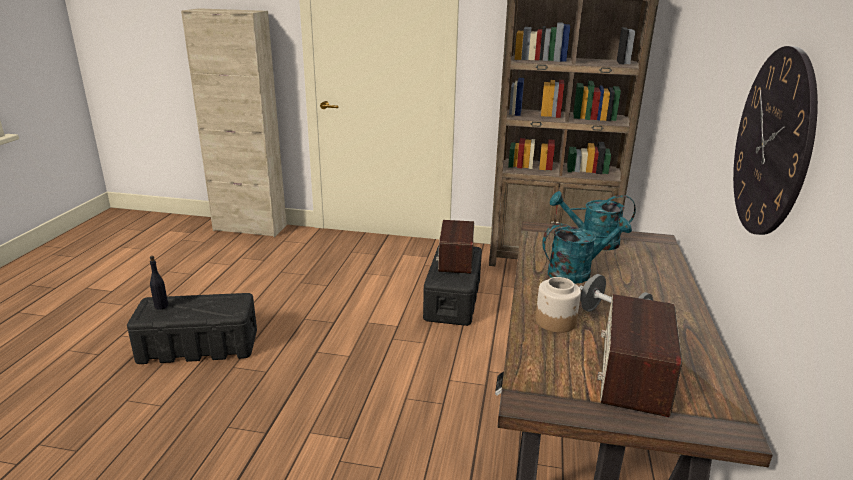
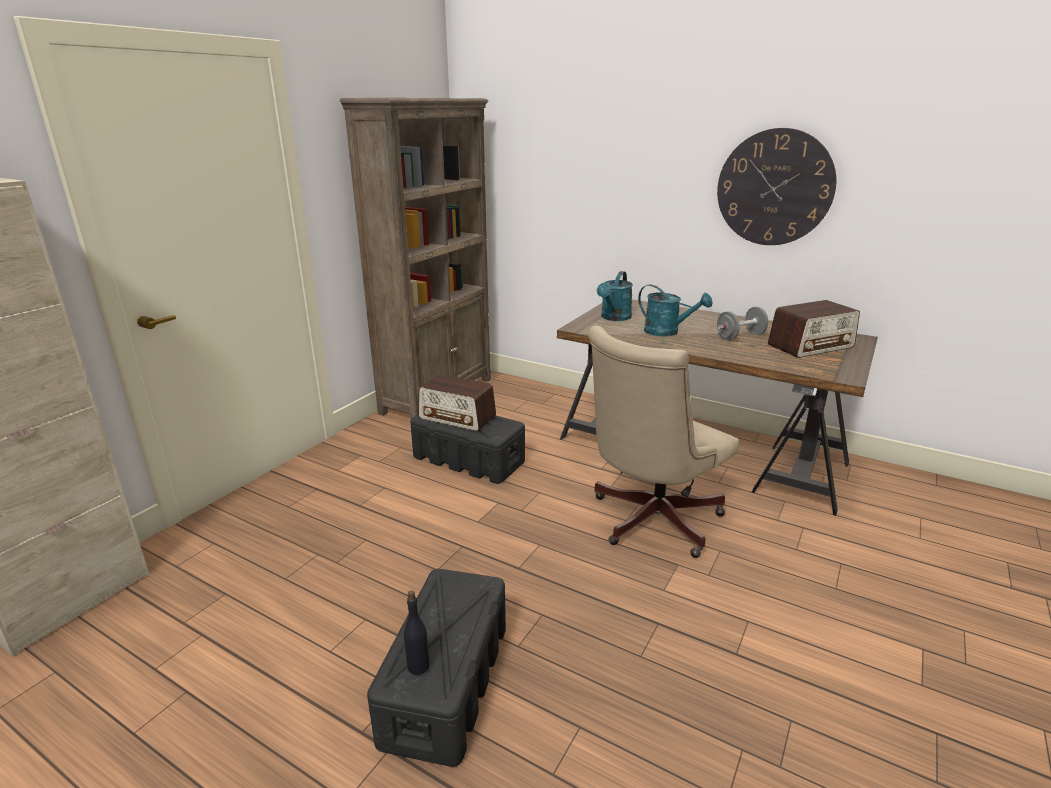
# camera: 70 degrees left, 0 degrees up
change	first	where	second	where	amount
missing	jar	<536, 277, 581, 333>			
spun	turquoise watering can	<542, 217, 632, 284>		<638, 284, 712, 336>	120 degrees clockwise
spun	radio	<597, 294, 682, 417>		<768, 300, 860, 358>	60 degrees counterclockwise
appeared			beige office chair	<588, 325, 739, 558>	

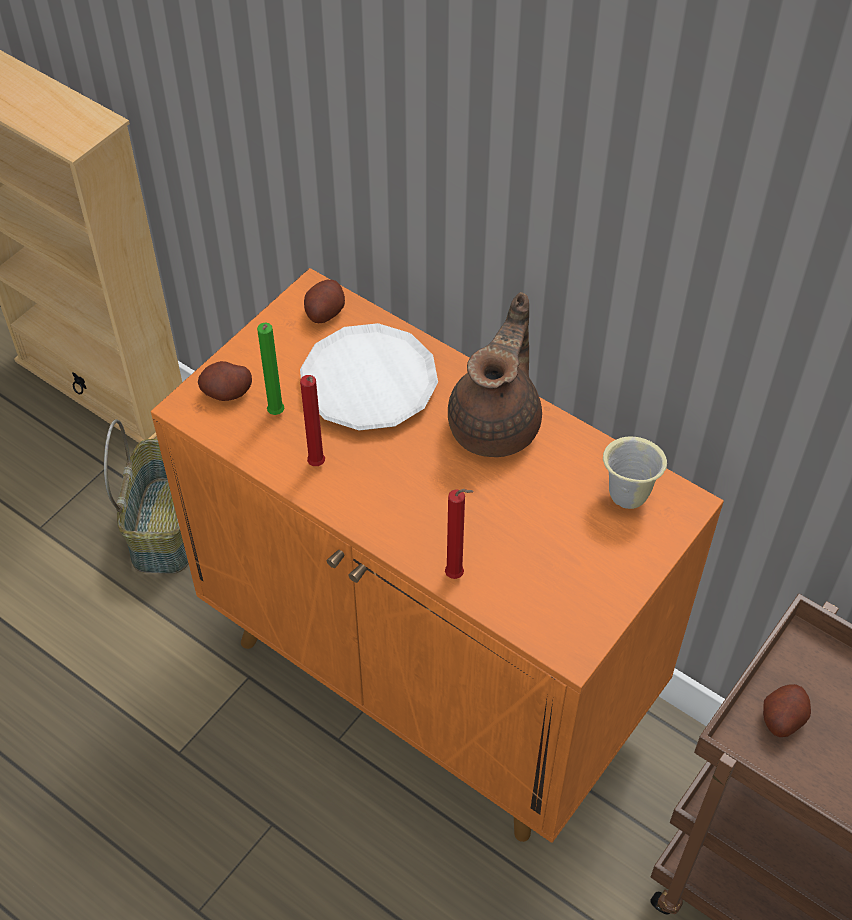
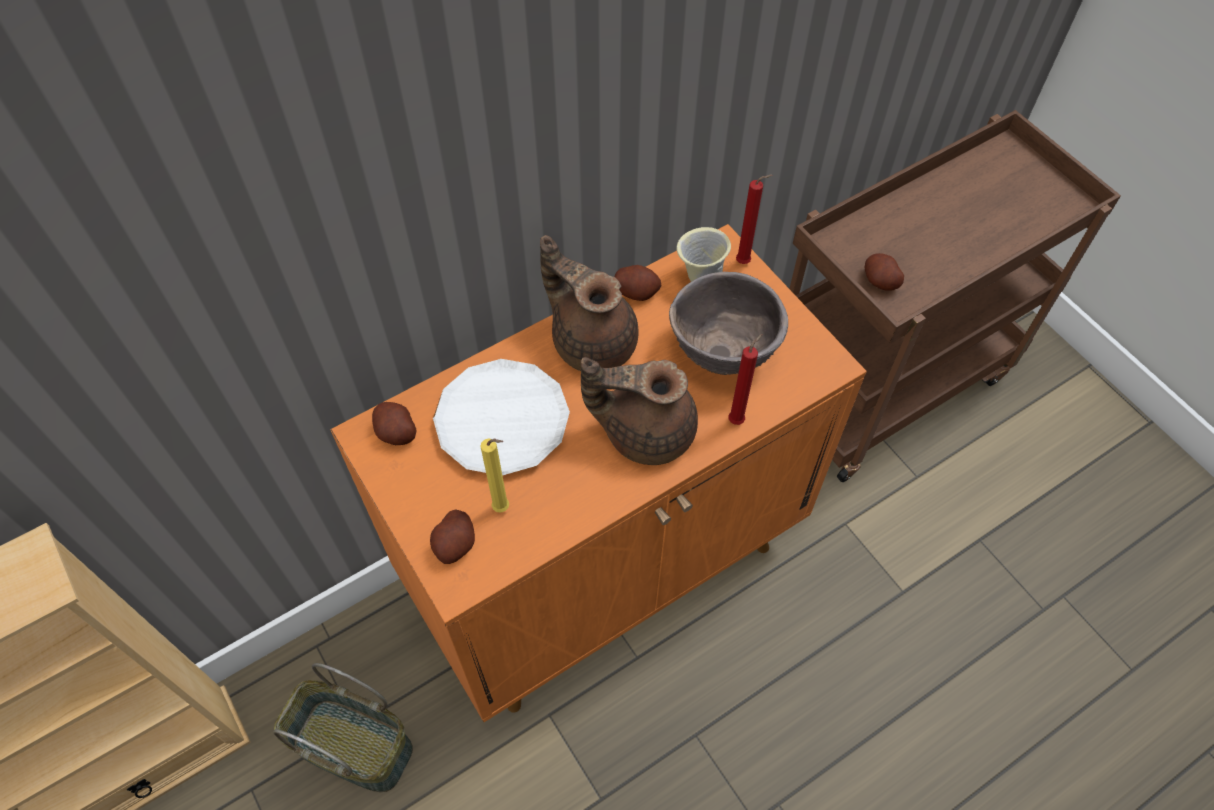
# camera: 70 degrees left, 5 degrees up
change	first	where	second	where	amount
colour	green candle	<257, 322, 284, 415>	yellow candle	<480, 439, 509, 513>	
relocated	red candle	<300, 375, 325, 466>		<736, 175, 772, 264>	
appeared			brown teapot	<581, 357, 698, 465>	
appeared			potato	<614, 265, 662, 301>	
appeared			brown bowl	<669, 272, 788, 375>	

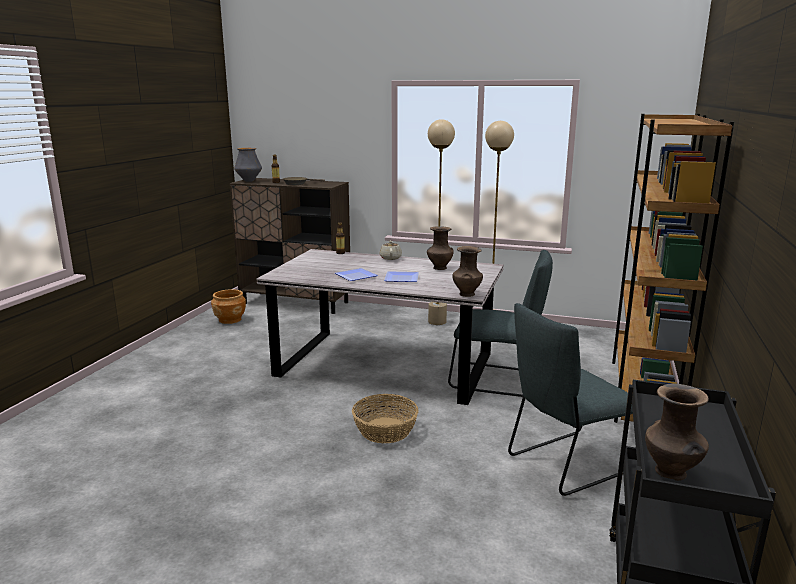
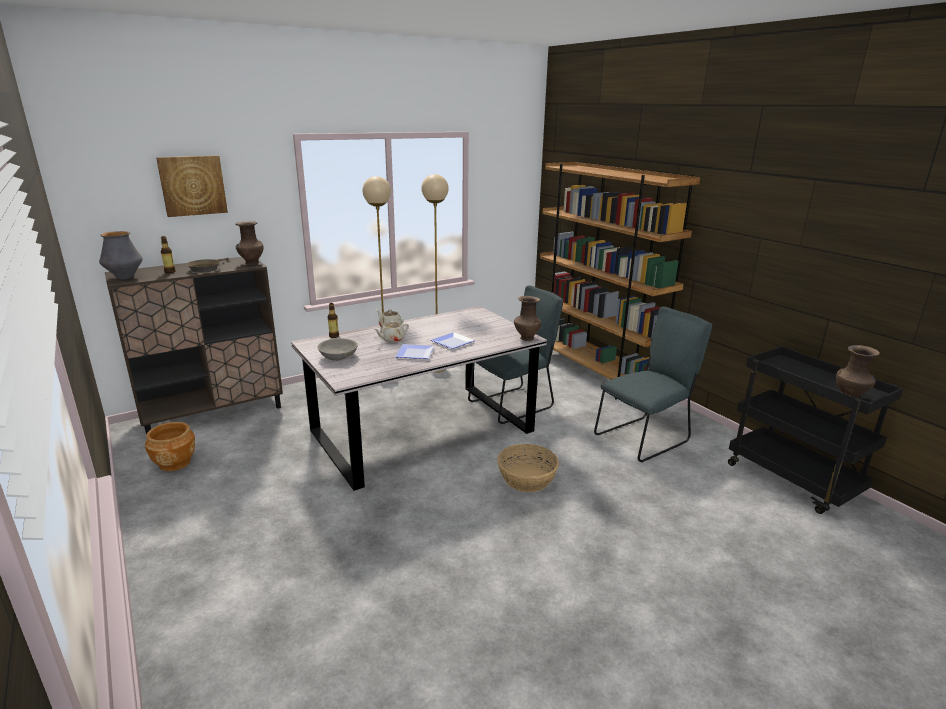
# camera: 50 degrees left, 5 degrees up
change	first	where	second	where	amount
relocated	brown vase	<427, 226, 454, 270>		<235, 221, 264, 265>	
spun	grey chair	<508, 303, 633, 496>		<594, 307, 712, 462>	135 degrees counterclockwise
appeared			picture	<156, 156, 228, 217>	
appeared			grey bowl	<317, 338, 358, 361>	
appeared			beige teapot	<374, 321, 409, 342>	

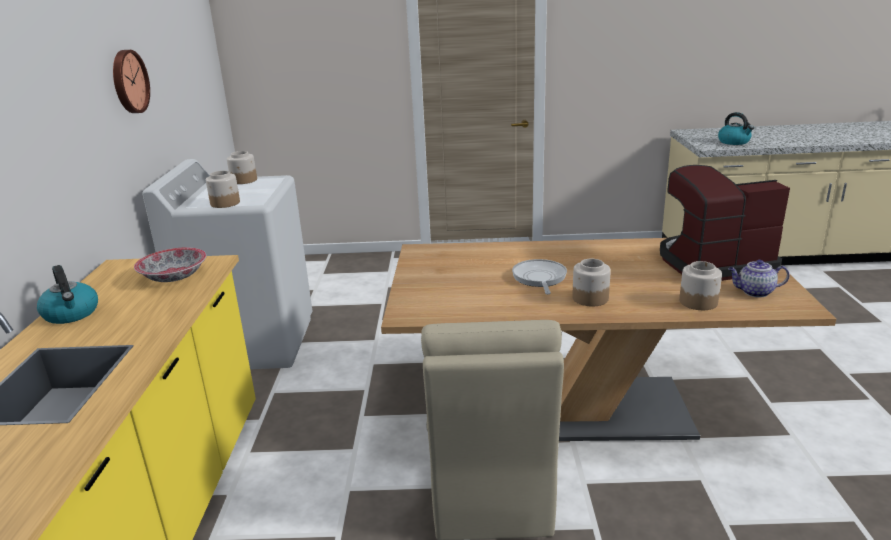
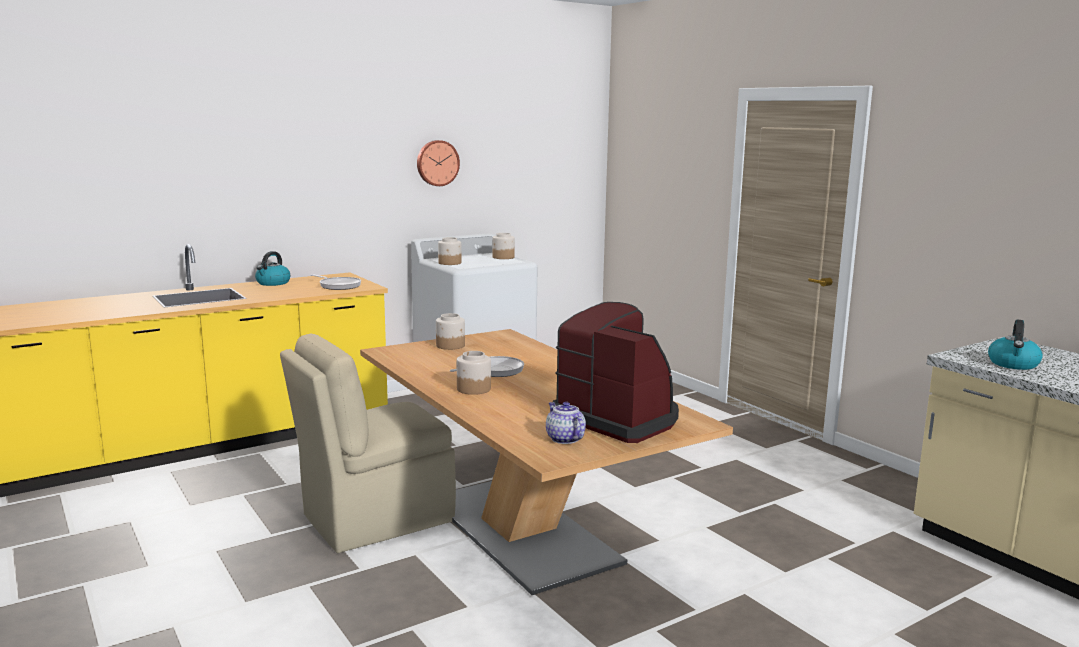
# camera: 55 degrees right, 10 degrees down
change	first	where	second	where	amount
exchanged	bowl	<134, 247, 206, 282>	frying pan	<311, 274, 361, 290>	
relocated	jar	<679, 261, 722, 310>		<436, 313, 465, 350>	

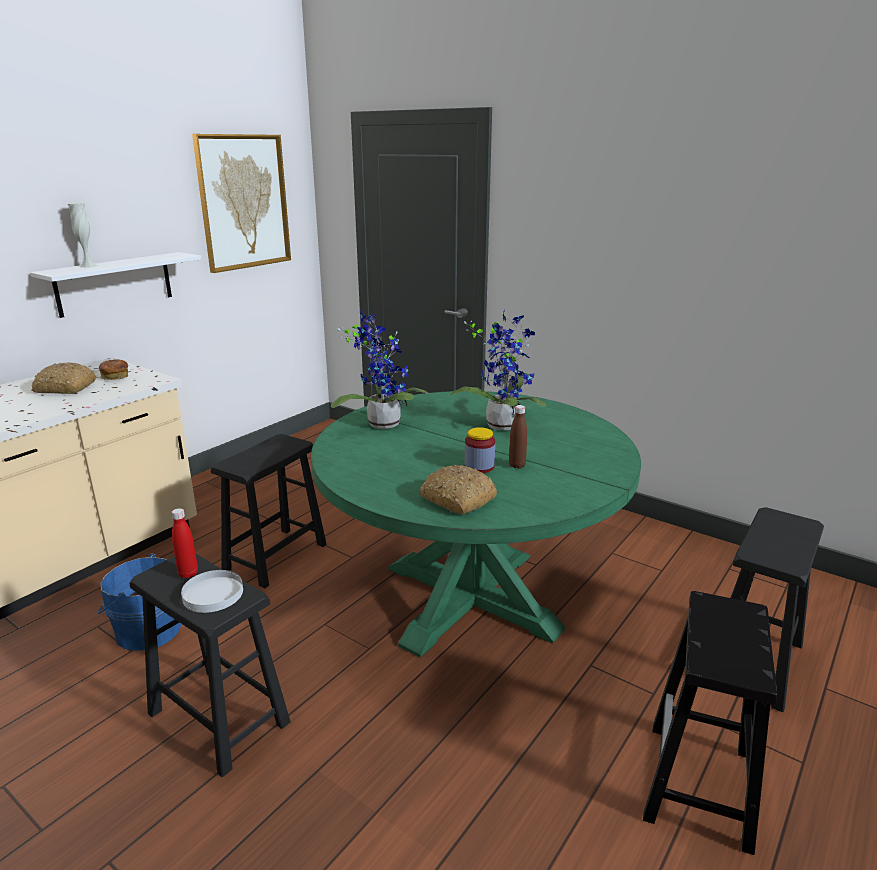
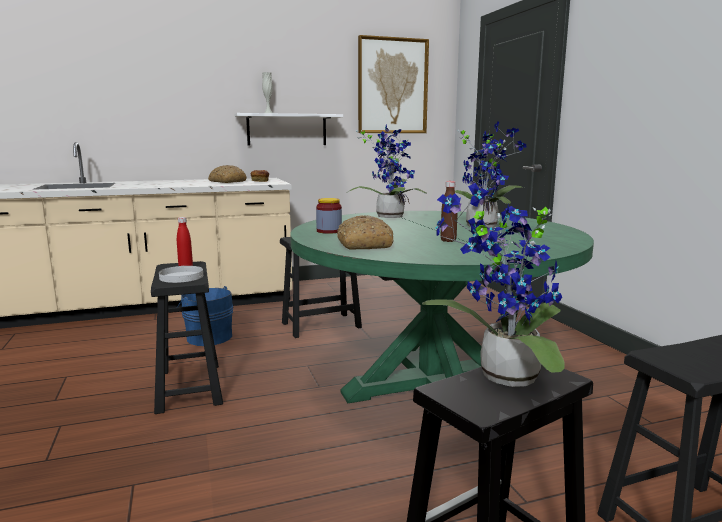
# camera: 35 degrees right, 10 degrees down
change	first	where	second	where	amount
relocated	jar	<465, 427, 495, 473>		<316, 198, 342, 234>	
appeared			potted plant	<422, 183, 565, 387>	

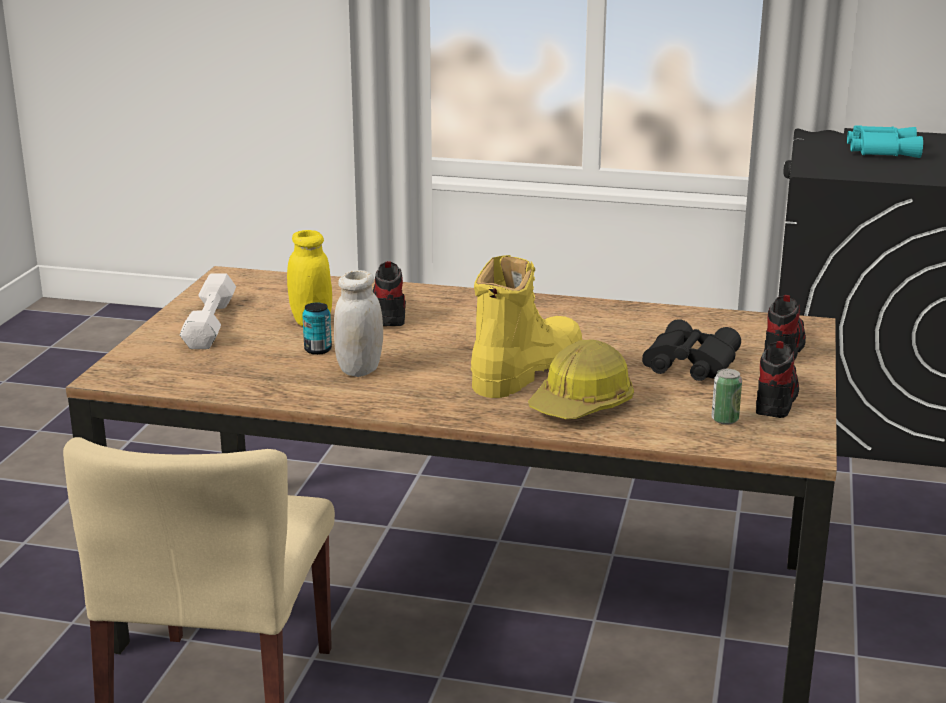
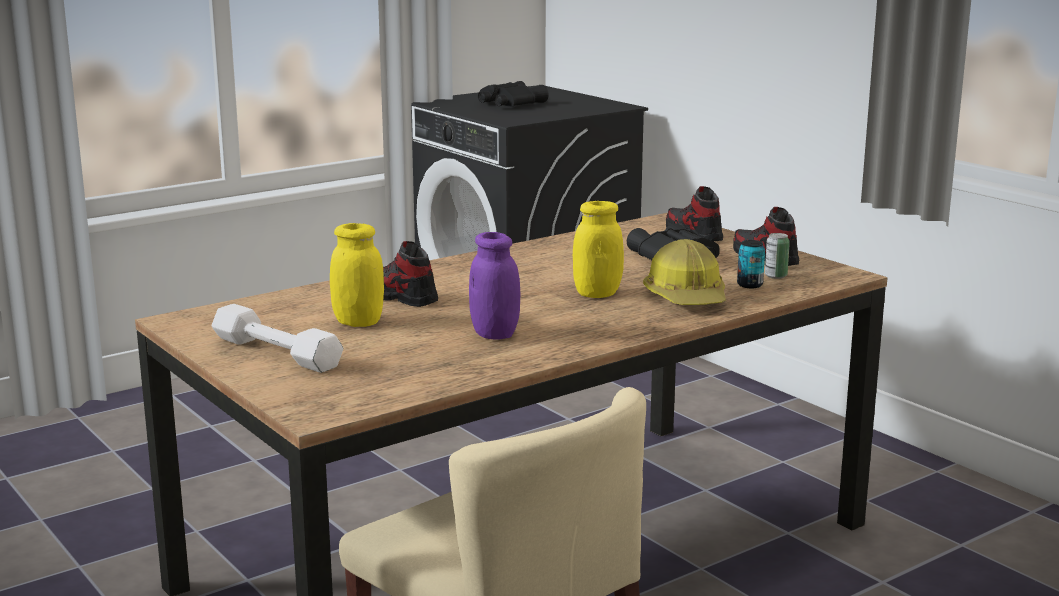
# camera: 50 degrees left, 5 degrees down
change	first	where	second	where	amount
relocated	can	<302, 303, 332, 355>		<737, 240, 765, 288>	
colour	white jar	<334, 270, 383, 377>	purple jar	<469, 232, 520, 340>	
exchanged	yellow boot	<471, 255, 582, 398>	yellow jar	<573, 201, 624, 298>	
colour	turquoise binoculars	<847, 125, 923, 158>	black binoculars	<478, 81, 549, 107>	

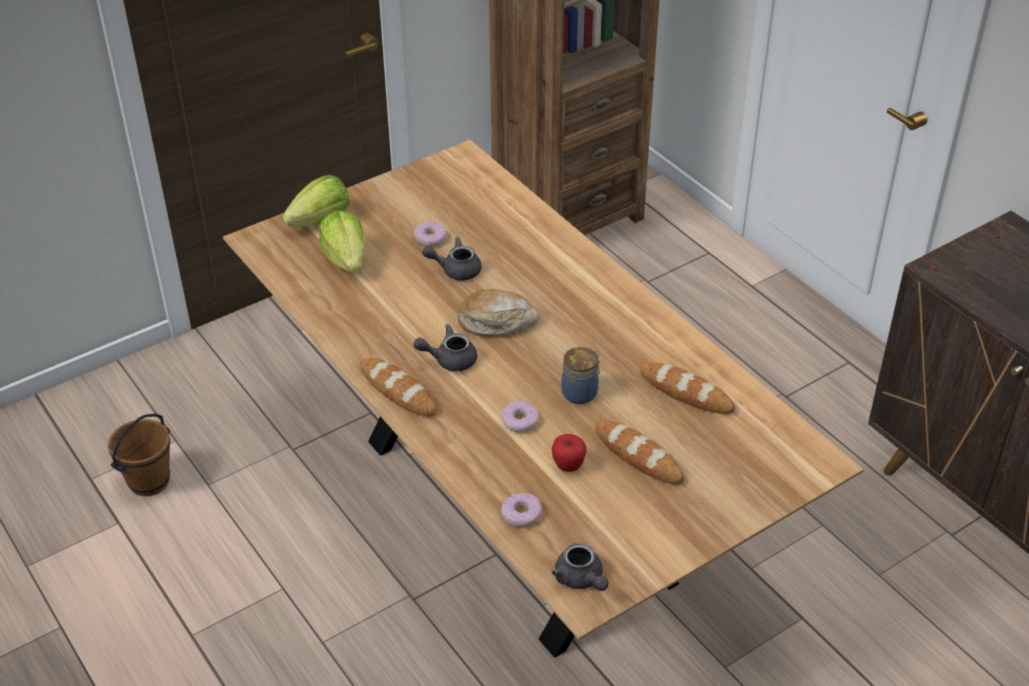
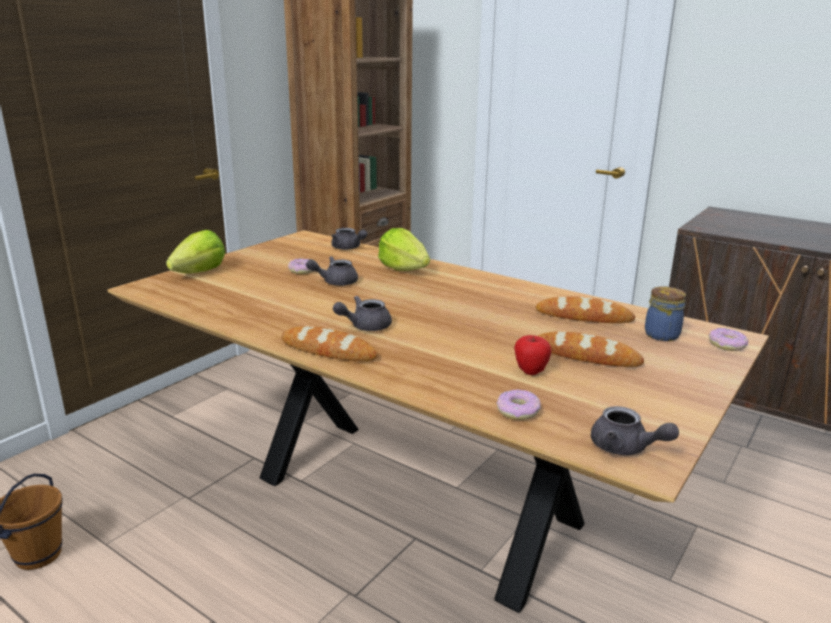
# camera: 20 degrees left, 20 degrees down
change	first	where	second	where	amount
relocated	lettuce	<319, 211, 365, 273>		<378, 228, 430, 271>	
missing	bread	<458, 289, 540, 335>			
relocated	donut	<502, 401, 539, 432>		<709, 328, 748, 351>	
relocated	jar	<561, 347, 600, 404>		<645, 286, 686, 341>	
appeared			grey teapot	<331, 228, 367, 250>	

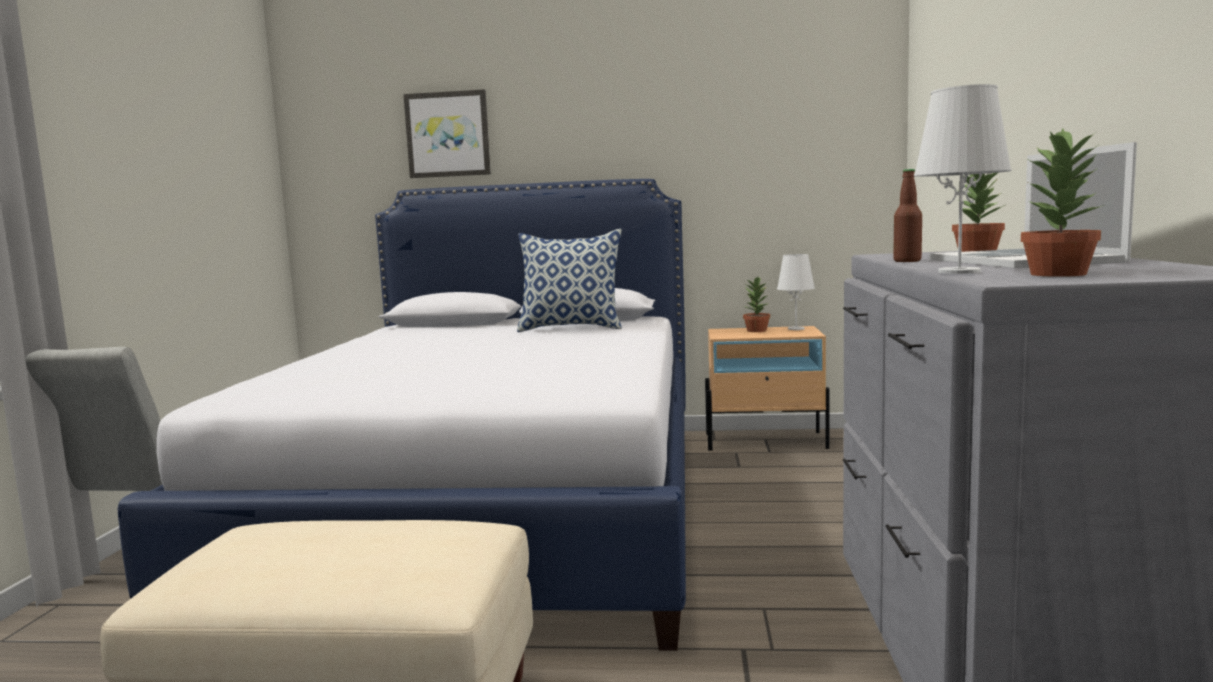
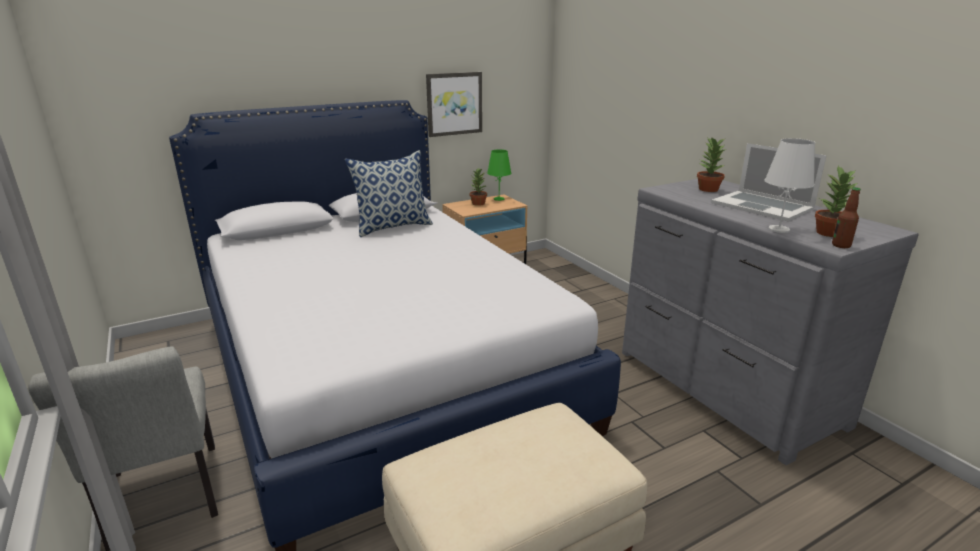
# camera: 35 degrees left, 15 degrees up
change	first	where	second	where	amount
relocated	picture	<403, 89, 491, 178>		<426, 72, 482, 137>	
colour	white table lamp	<777, 254, 815, 330>	green table lamp	<487, 149, 512, 201>	
relocated	bottle	<893, 169, 922, 262>		<832, 187, 861, 248>	

